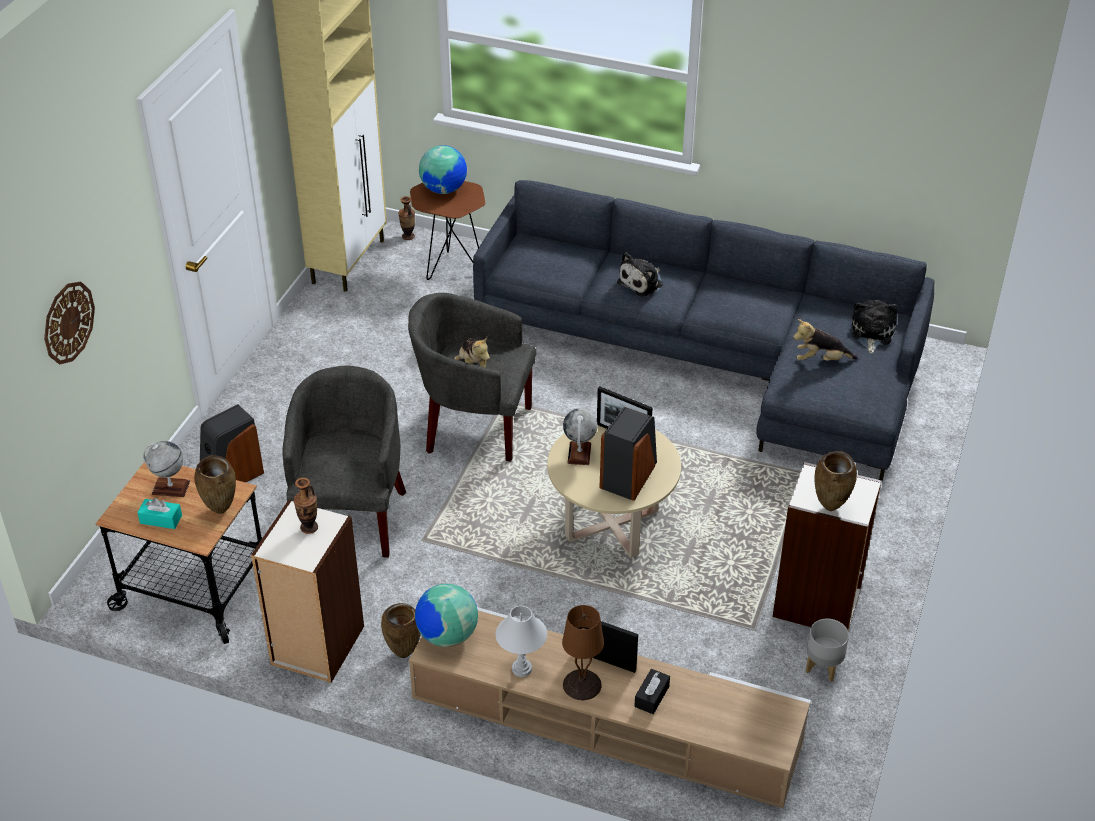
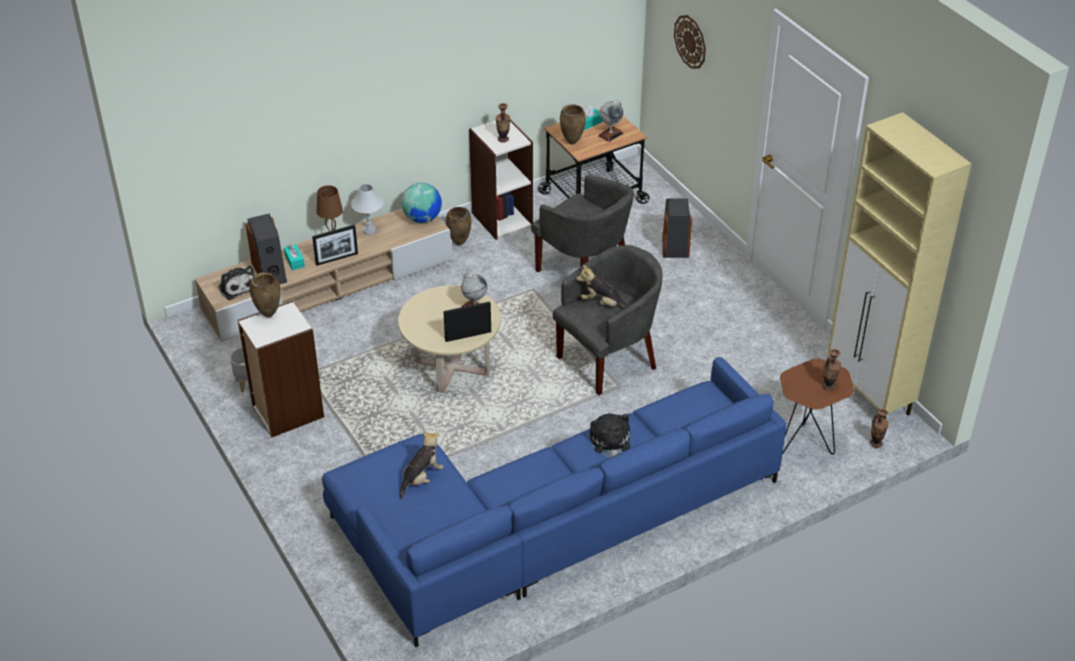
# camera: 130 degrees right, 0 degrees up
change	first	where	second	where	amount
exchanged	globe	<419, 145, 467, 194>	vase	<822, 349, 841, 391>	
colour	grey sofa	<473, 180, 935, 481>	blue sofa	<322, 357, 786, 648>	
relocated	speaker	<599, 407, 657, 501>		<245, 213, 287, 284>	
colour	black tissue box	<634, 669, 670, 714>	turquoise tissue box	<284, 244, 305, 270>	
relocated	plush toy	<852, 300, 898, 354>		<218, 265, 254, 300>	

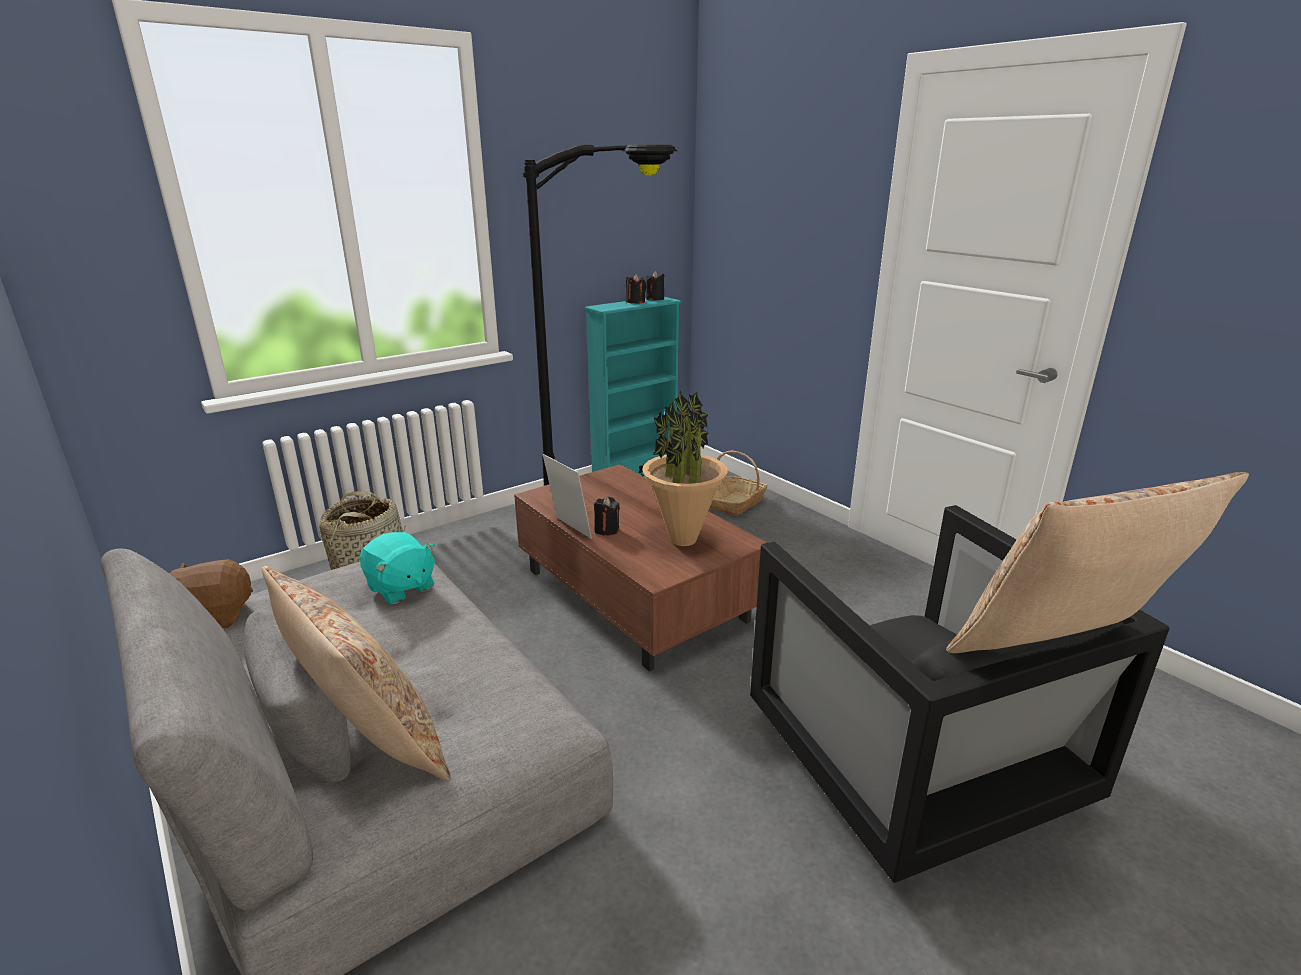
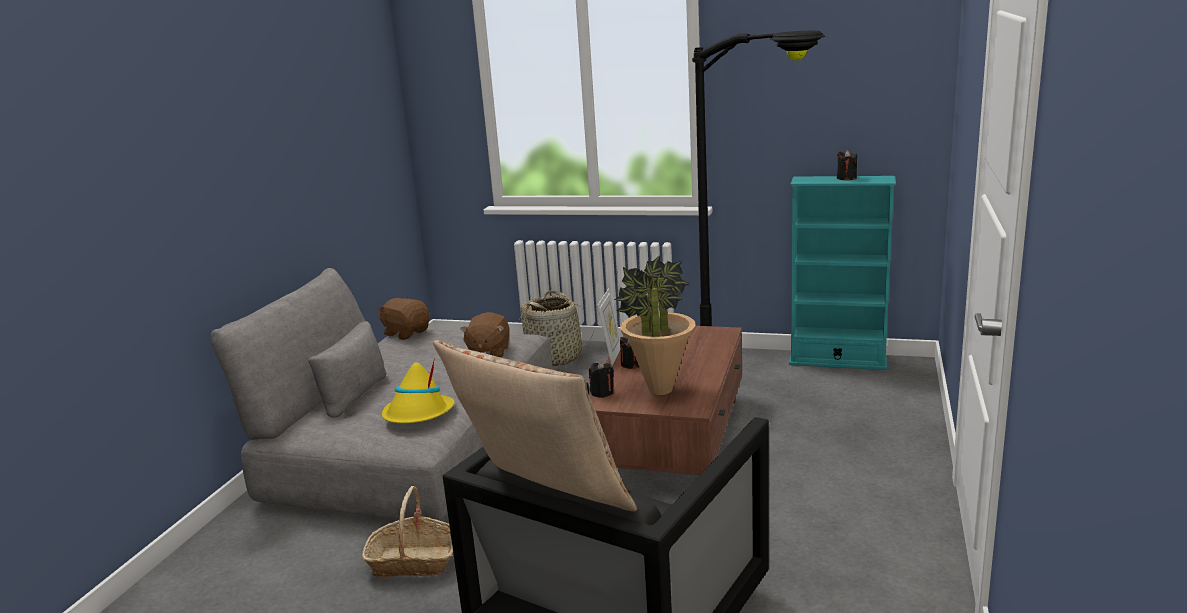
# camera: 55 degrees right, 5 degrees down
change	first	where	second	where	amount
missing	beige pillow	<262, 566, 451, 781>			
colour	turquoise plush toy	<360, 532, 435, 604>	brown plush toy	<460, 312, 510, 358>	
relocated	black candle	<646, 271, 664, 300>		<589, 361, 614, 398>	
relocated	basket	<710, 451, 768, 516>		<362, 486, 453, 577>	
appeared			yellow hat	<382, 358, 455, 423>	

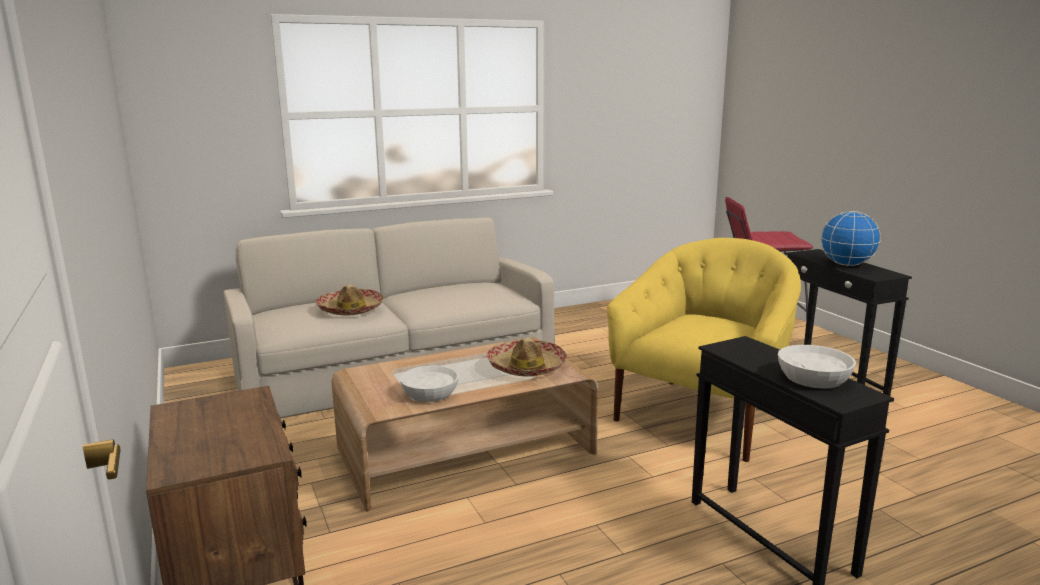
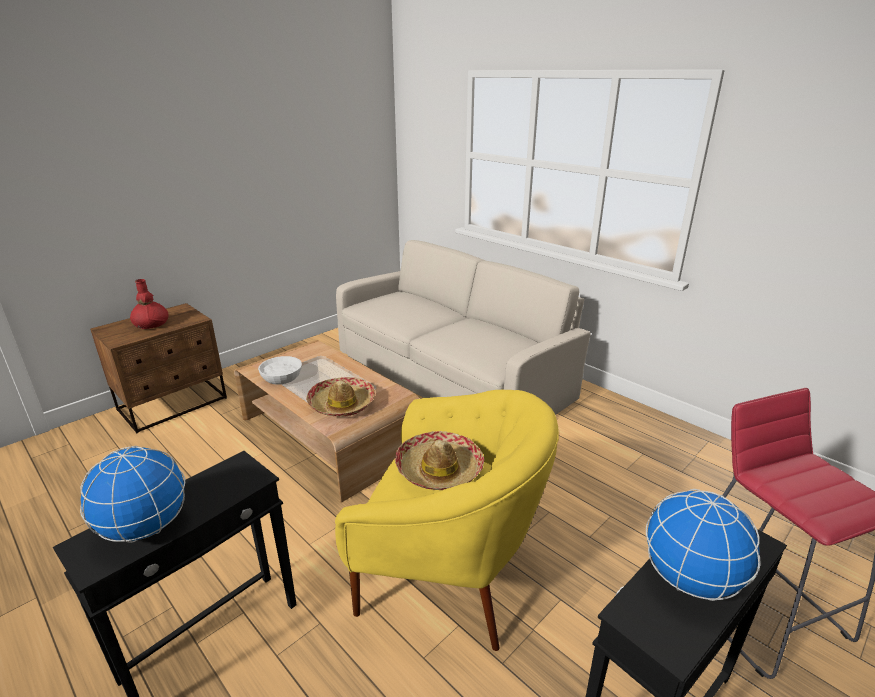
# camera: 70 degrees right, 10 degrees up
change	first	where	second	where	amount
relocated	hat	<315, 284, 384, 315>		<395, 431, 484, 490>	
exchanged	white bowl	<778, 345, 856, 389>	globe	<80, 446, 185, 543>	
appeared			red vase	<130, 279, 168, 329>	

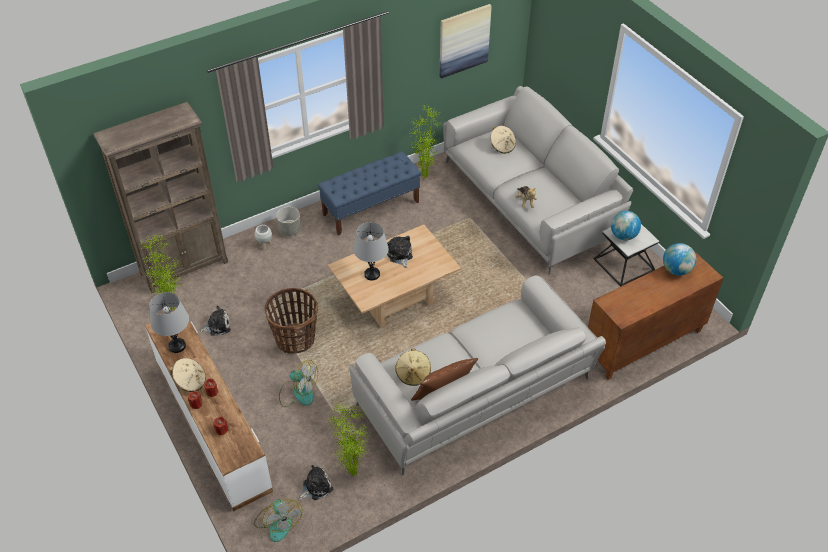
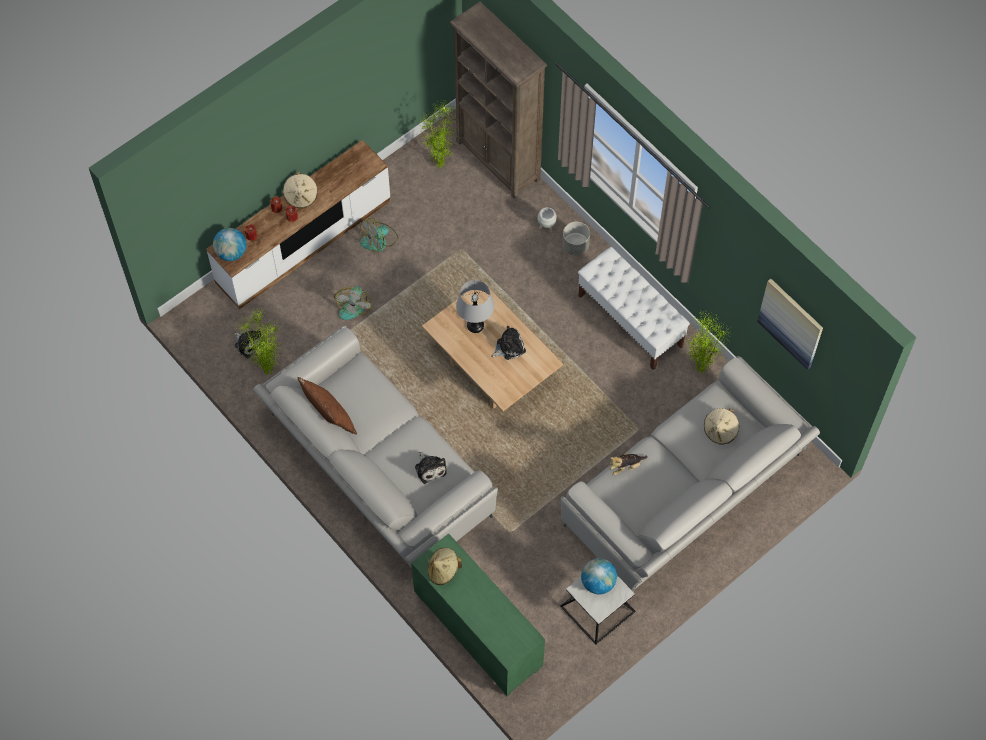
# camera: 80 degrees right, 15 degrees up
change	first	where	second	where	amount
missing	grey table lamp	<150, 292, 189, 353>			
relocated	plush toy	<199, 306, 231, 336>		<415, 452, 447, 484>	
relocated	fan	<254, 499, 303, 542>		<360, 218, 398, 252>	
missing	basket	<265, 288, 318, 354>			
colour	blue bench	<318, 152, 421, 236>	white bench	<578, 247, 690, 370>	
relocated	beige hat	<395, 349, 431, 386>		<428, 548, 462, 585>	
colour	brown cabinet	<588, 251, 723, 380>	green cabinet	<411, 533, 545, 696>	
relocated	globe	<663, 243, 696, 276>		<213, 228, 247, 261>	

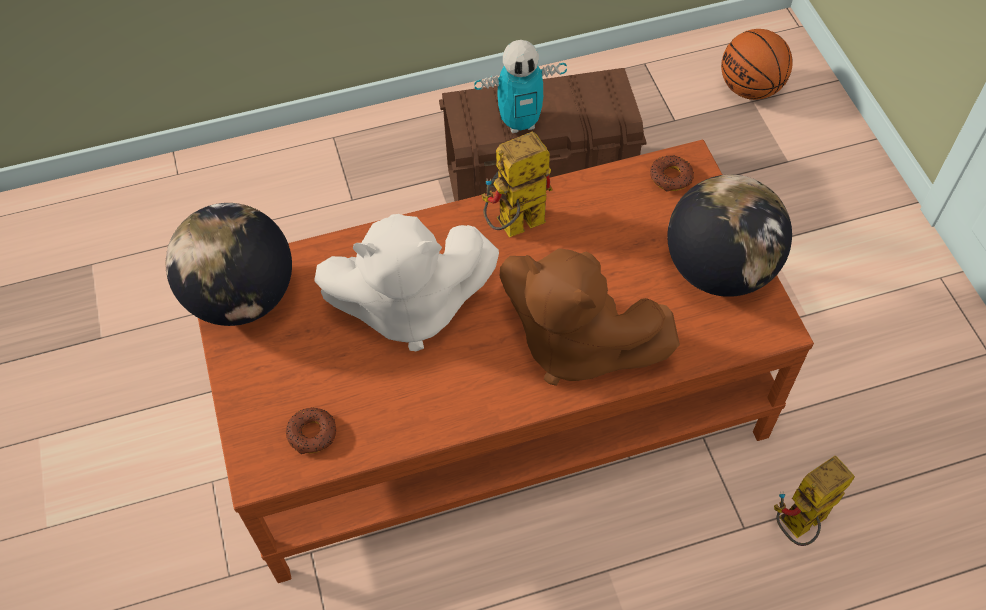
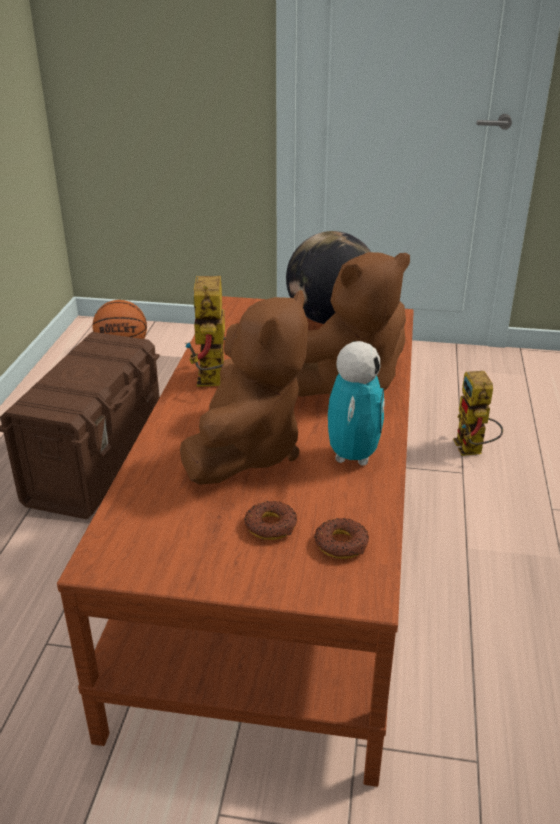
# camera: 65 degrees left, 25 degrees down
change	first	where	second	where	amount
missing	globe	<165, 203, 292, 326>			
colour	white plush toy	<314, 214, 499, 351>	brown plush toy	<180, 290, 308, 485>	
relocated	toy robot	<474, 40, 567, 133>		<328, 341, 385, 466>	
relocated	donut	<650, 155, 694, 191>		<244, 501, 297, 540>	

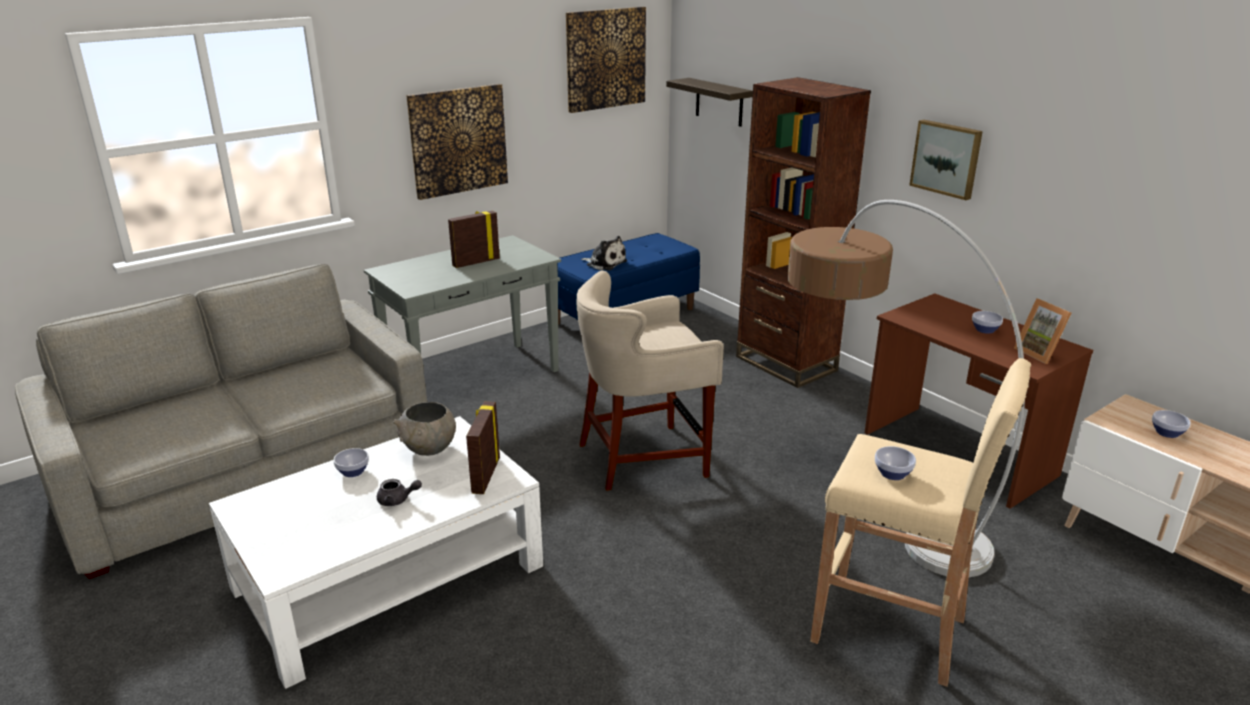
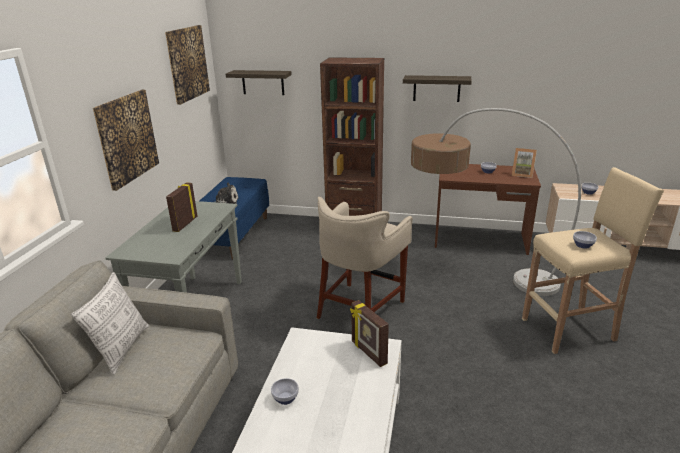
# camera: 40 degrees left, 0 degrees up
change	first	where	second	where	amount
missing	grey teapot	<377, 479, 422, 506>			
missing	grey bowl	<393, 402, 456, 456>			
exchanged	picture	<909, 120, 983, 200>	shelf	<403, 75, 472, 102>	
appeared			pillow	<71, 272, 149, 375>	

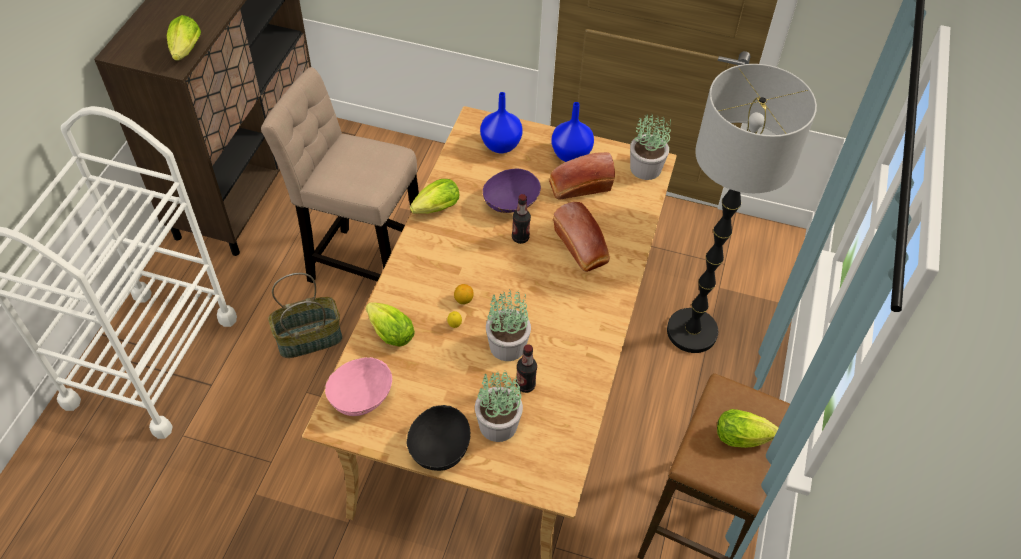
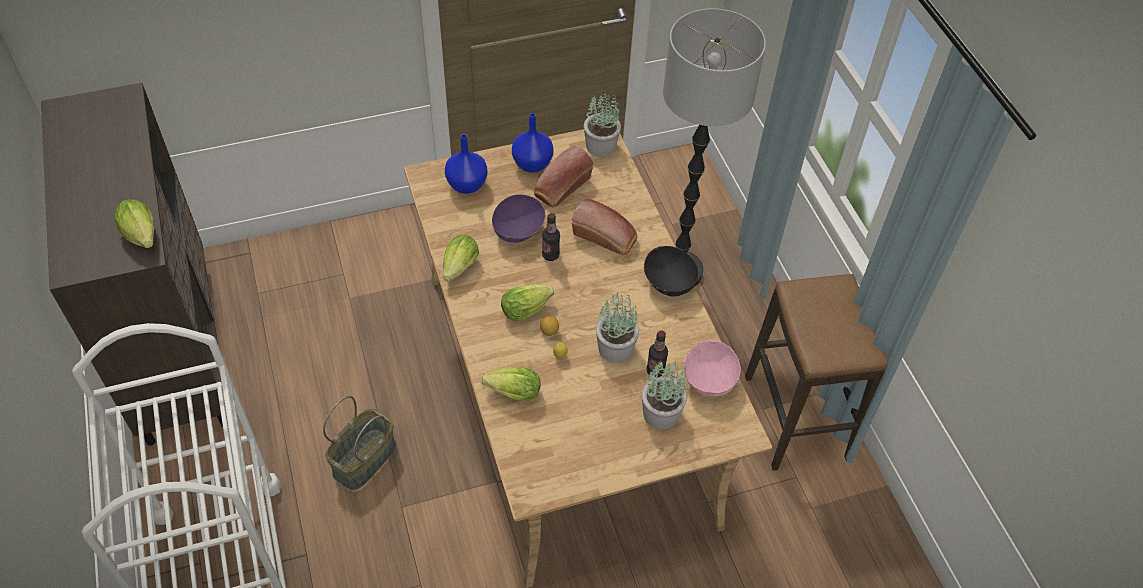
# camera: 35 degrees left, 0 degrees up
change	first	where	second	where	amount
missing	beige stool	<261, 67, 419, 283>			
relocated	pink bowl	<325, 357, 392, 416>		<683, 340, 741, 397>	
relocated	black bowl	<406, 405, 470, 471>		<644, 246, 698, 296>	
relocated	lettuce	<717, 409, 779, 448>		<501, 284, 554, 321>	

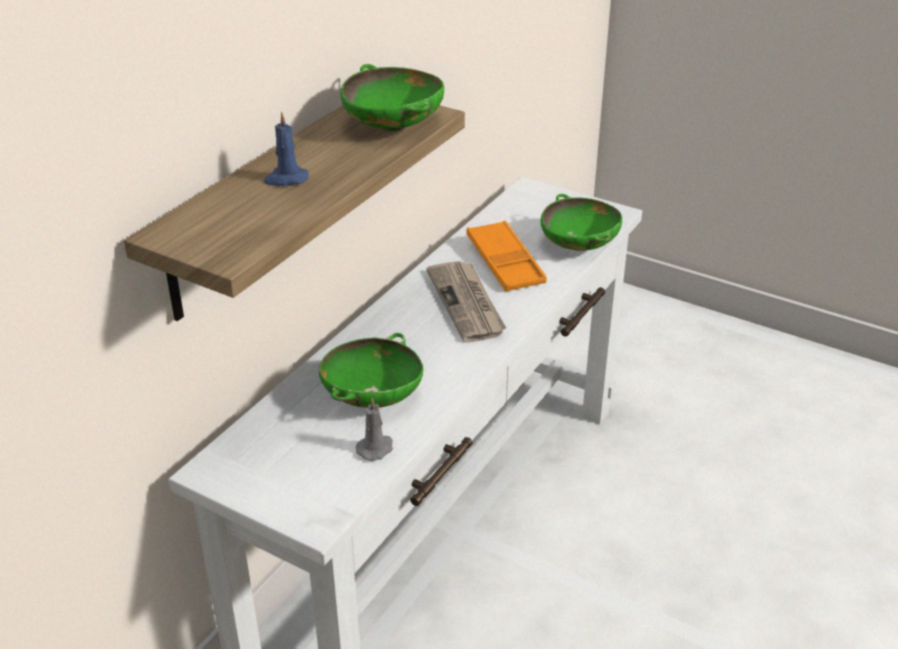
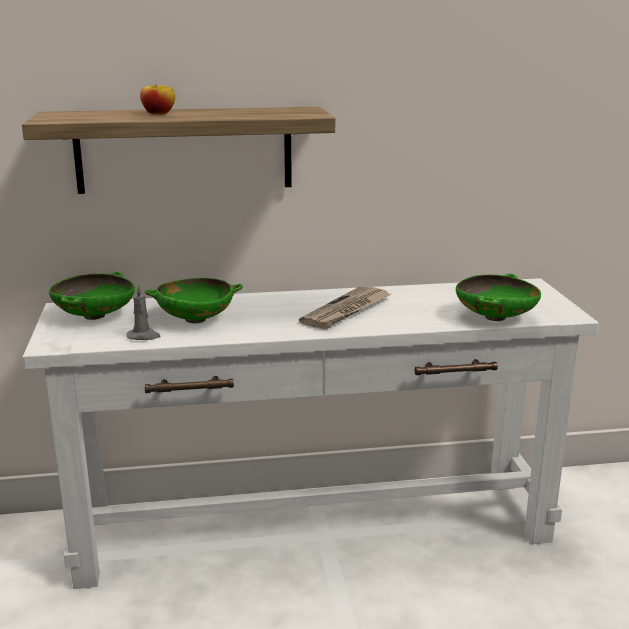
# camera: 50 degrees right, 15 degrees down
change	first	where	second	where	amount
exchanged	blue candle	<264, 111, 309, 186>	apple	<140, 84, 175, 115>	
relocated	green bowl	<340, 64, 444, 132>		<49, 272, 135, 320>	
missing	orange tray	<466, 221, 547, 291>			

